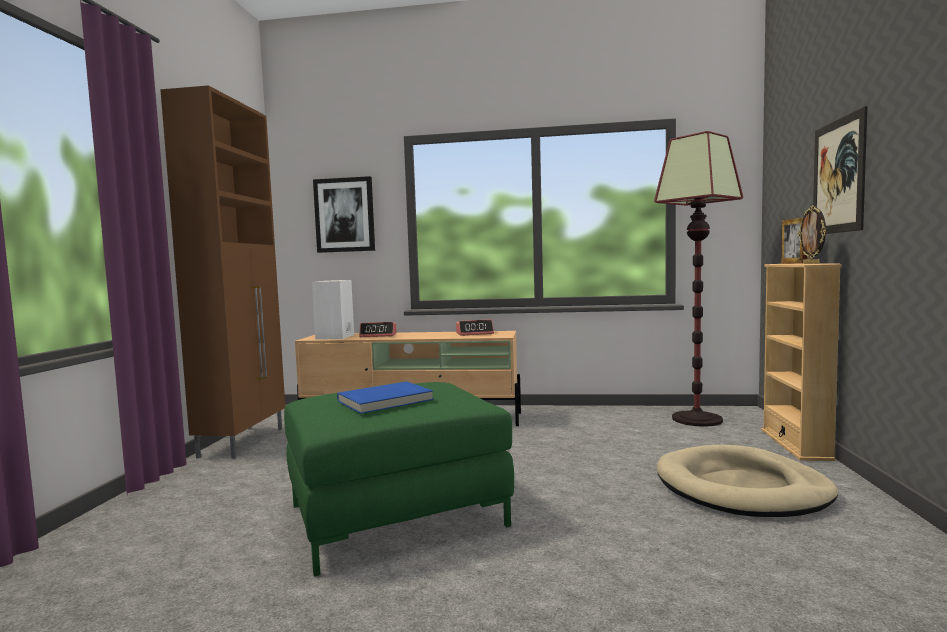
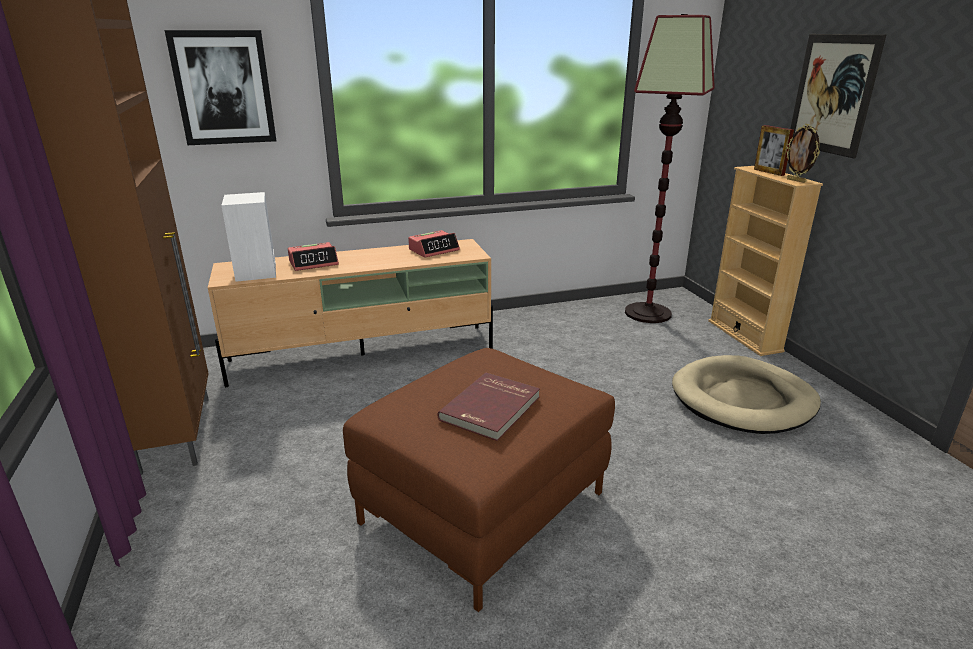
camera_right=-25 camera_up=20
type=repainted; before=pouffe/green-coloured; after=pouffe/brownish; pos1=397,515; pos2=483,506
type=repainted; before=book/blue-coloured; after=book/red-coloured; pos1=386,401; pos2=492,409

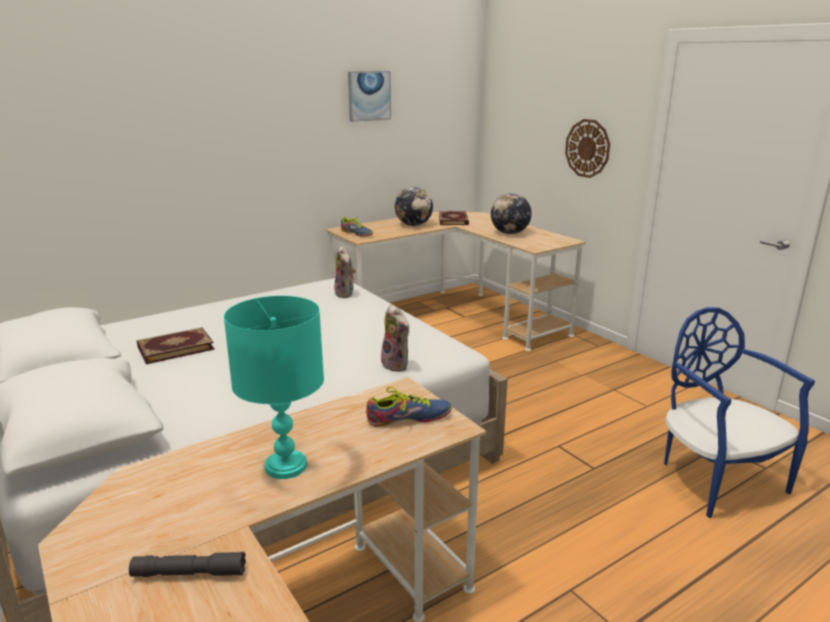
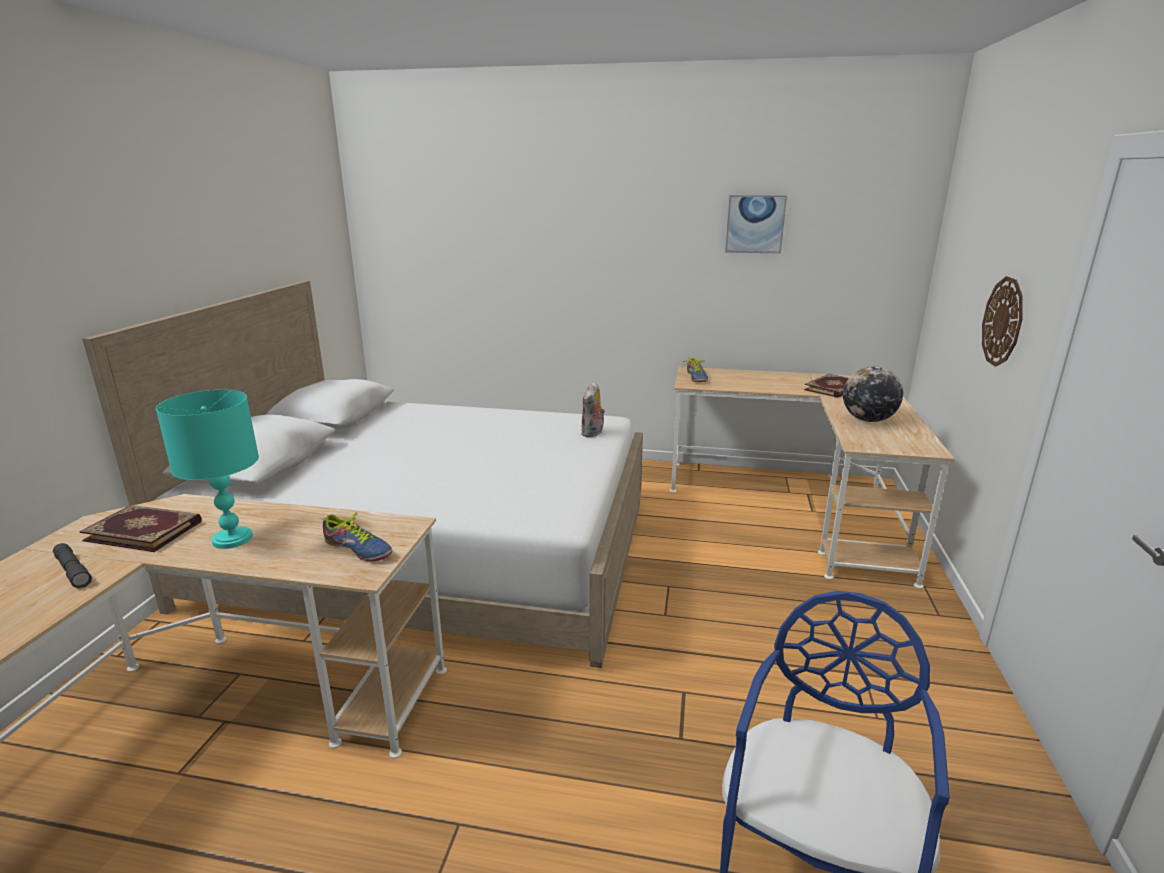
camera_right=45 camera_up=0
type=gone; before=soft toy; pos1=397,365
type=gone; before=desk globe; pos1=413,225
type=shifted; before=book; pos1=175,347; pos2=145,530

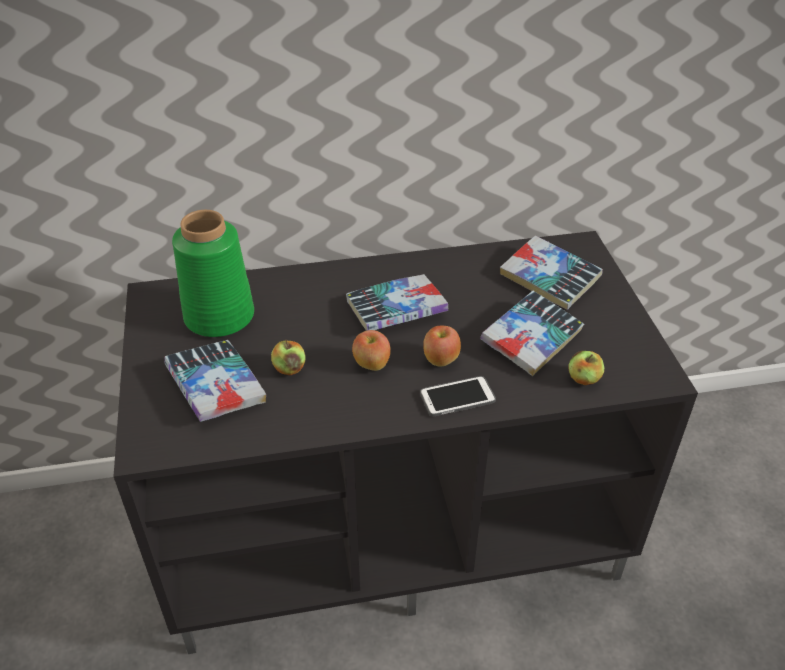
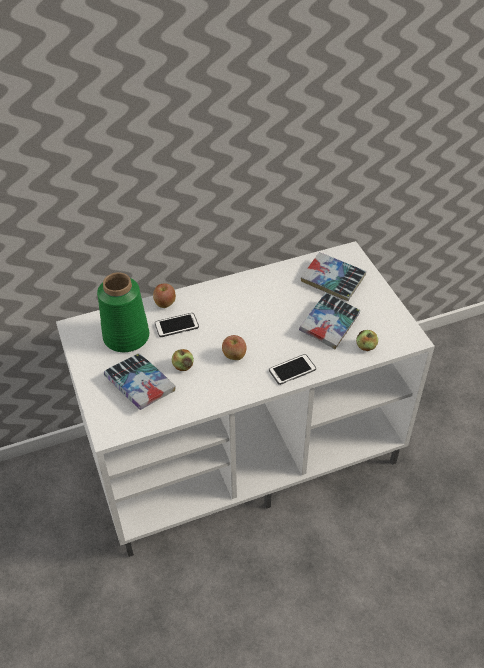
camera_right=-10 camera_up=5
type=gone; before=book; pos1=396,310
type=new; after=telephone; pos2=176,325
type=shifted; before=apple fruit; pos1=440,359; pos2=165,303
type=repainted; before=tv unit/black; after=tv unit/whitish; pos1=395,524; pos2=244,450

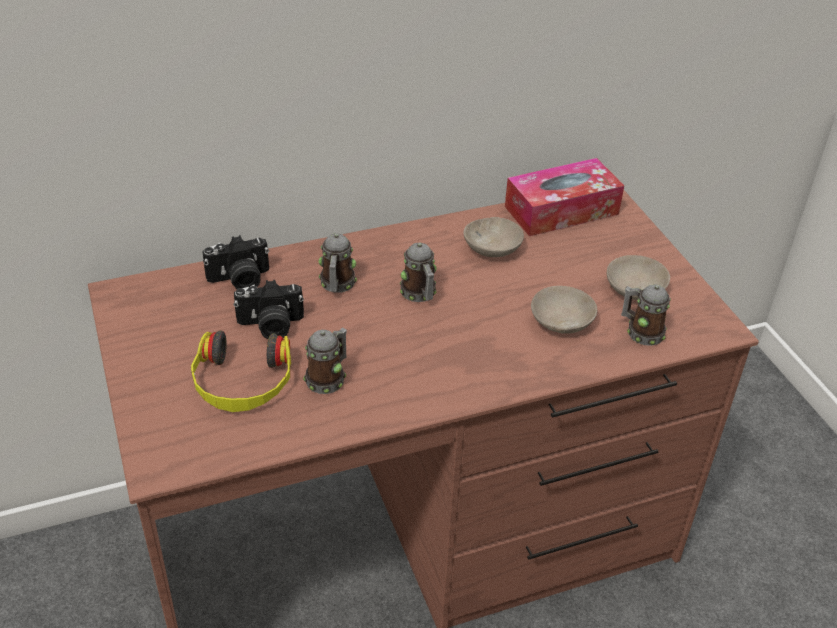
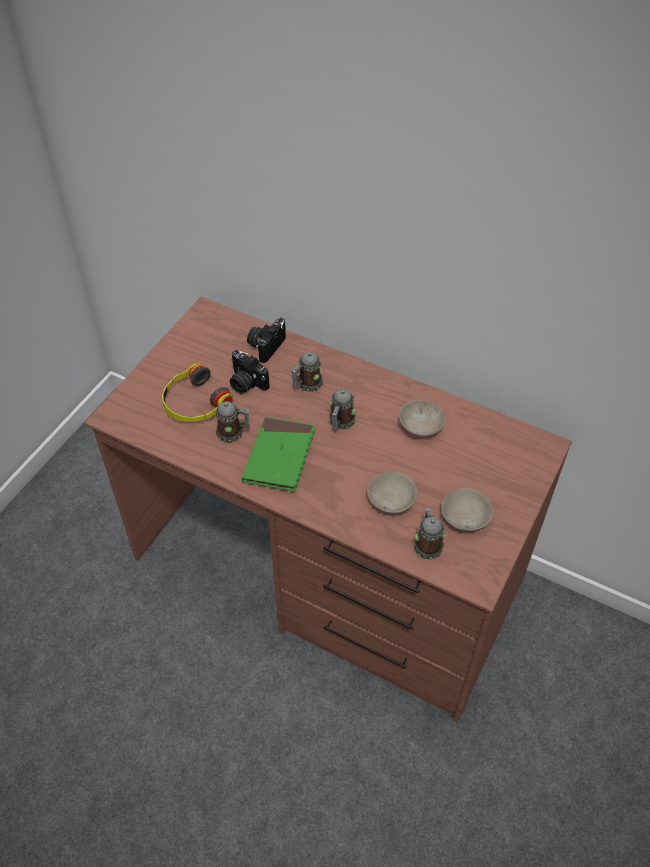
camera_right=50 camera_up=10
type=gone; before=box of tissues; pos1=561,210
type=new; after=book/green-coloured; pos2=279,456
type=rotated; before=photo camera; pos1=240,280; pos2=266,346; turn=90

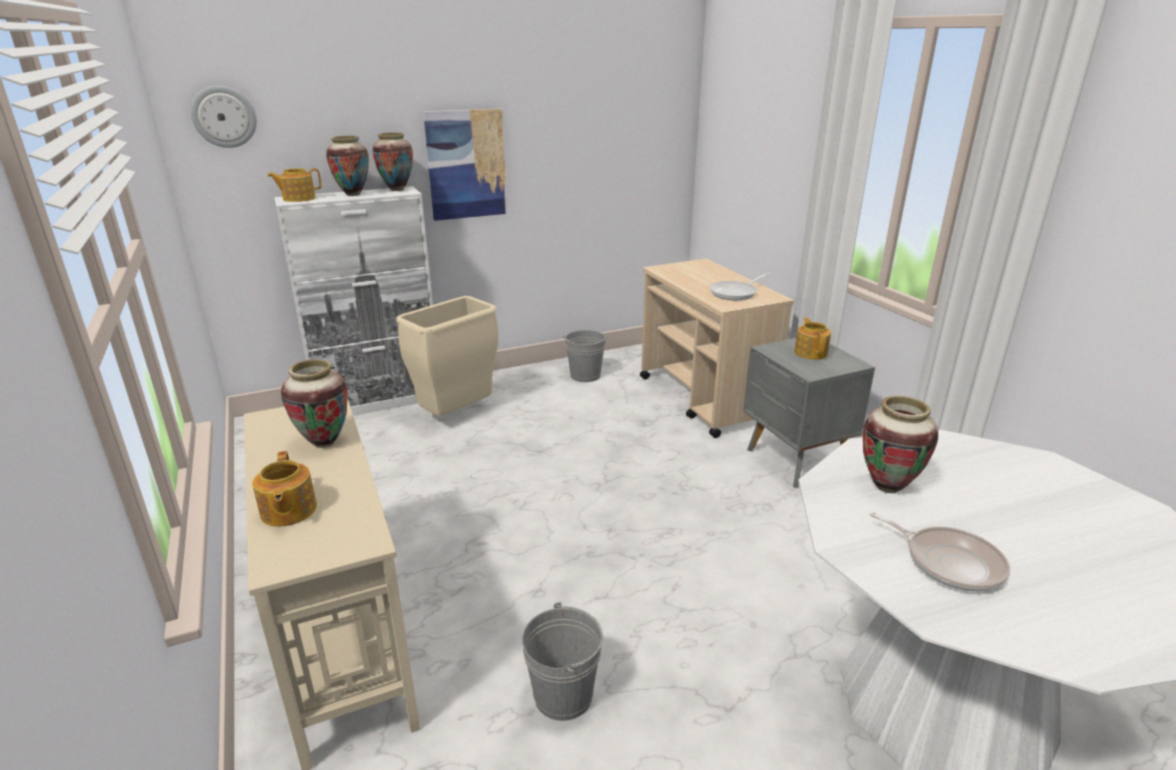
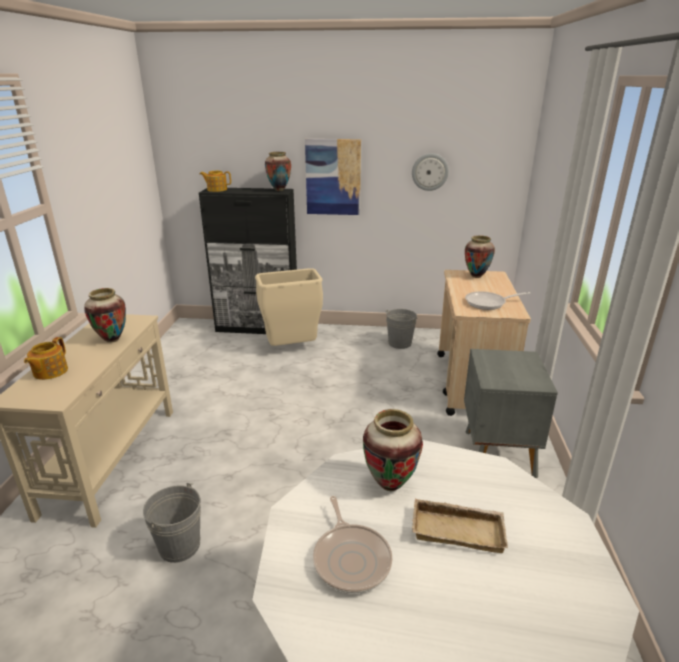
camera_right=30 camera_up=0
type=gone; before=tea pot; pos1=811,352
type=new; after=serving tray/beige; pos2=458,529
type=shifted; before=hanging clock; pos1=224,116; pos2=430,172
type=shifted; before=vase; pos1=353,194; pos2=476,276
type=repainted; before=cabinet/whitish; after=cabinet/black; pos1=380,402; pos2=258,328

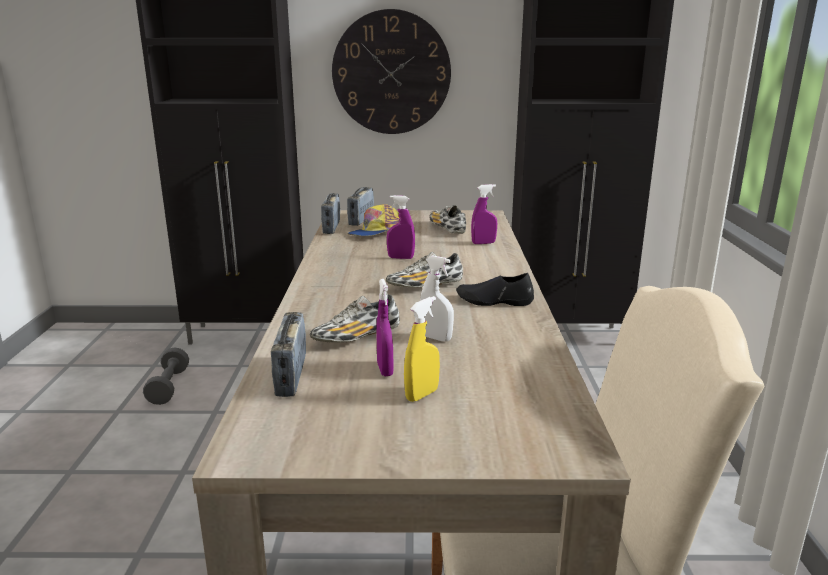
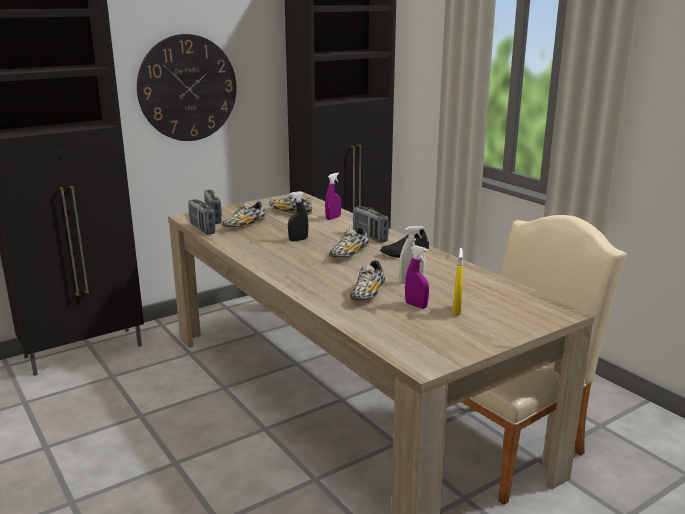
camera_right=-35 camera_up=0
type=gone; before=free weight/greyish; pos1=169,387
type=shifted; before=radio receiver; pos1=291,376; pos2=370,237
type=swapped; before=peaked cap; after=shoe; pos1=376,232; pos2=244,225
type=repainted; before=hand sprayer/purple; after=hand sprayer/black; pos1=400,258; pos2=298,240

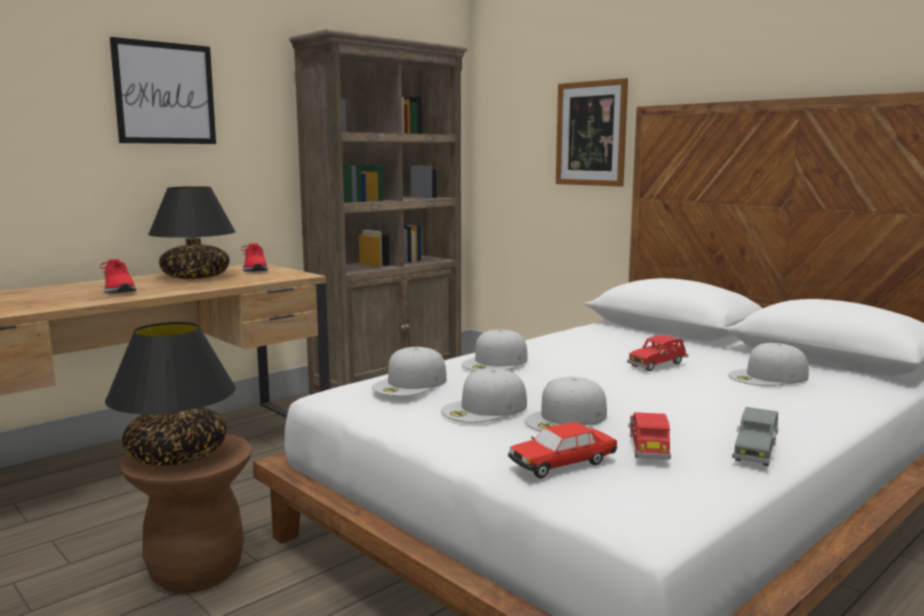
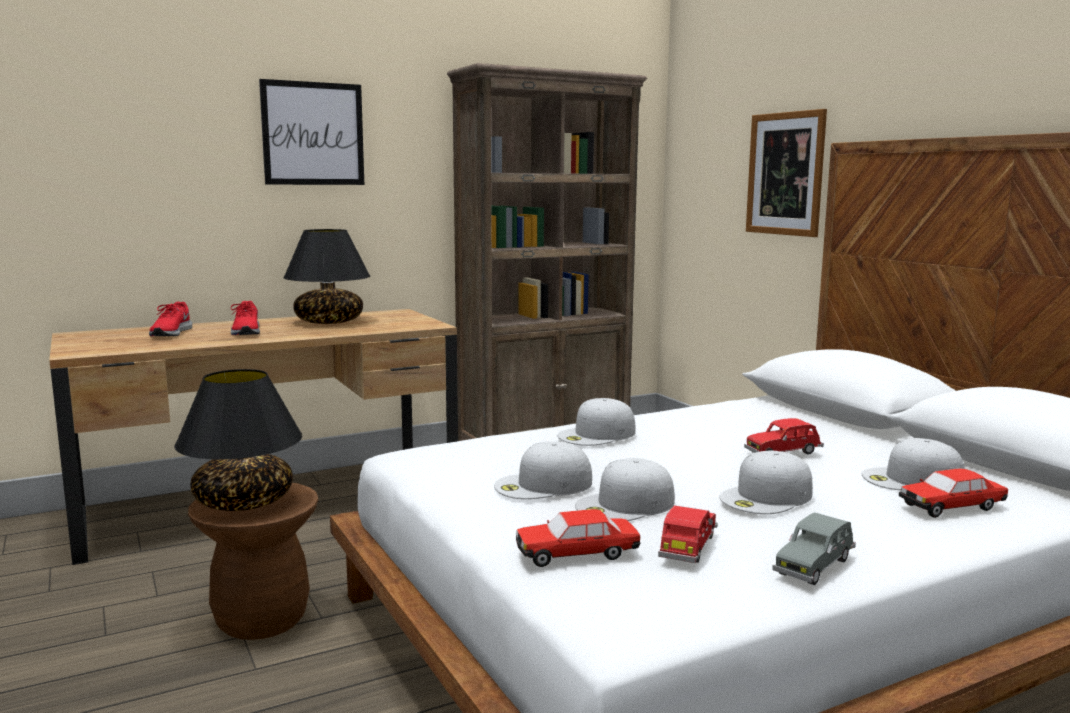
camera_right=15 camera_up=0
type=new; after=toy car; pos2=951,507
type=shifted; before=shoe/red-coloured; pos1=254,269; pos2=170,333
type=shifted; before=peaked cap/whitish; pos1=410,384; pos2=767,497

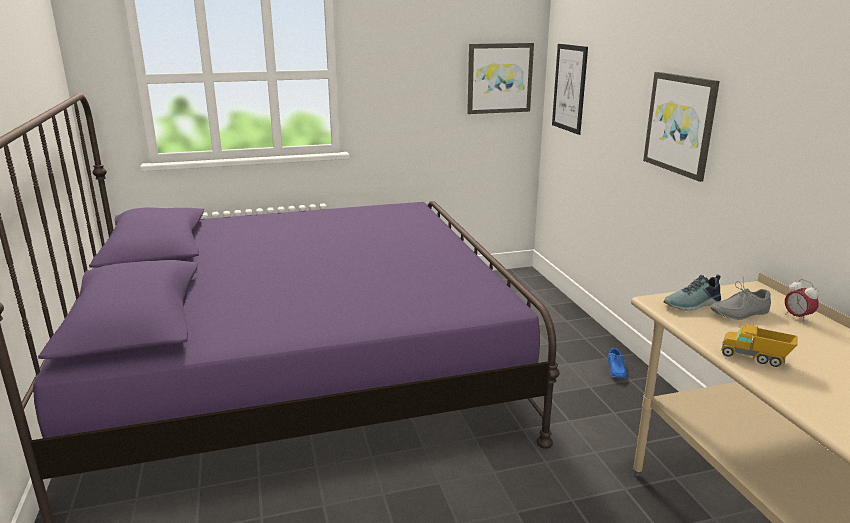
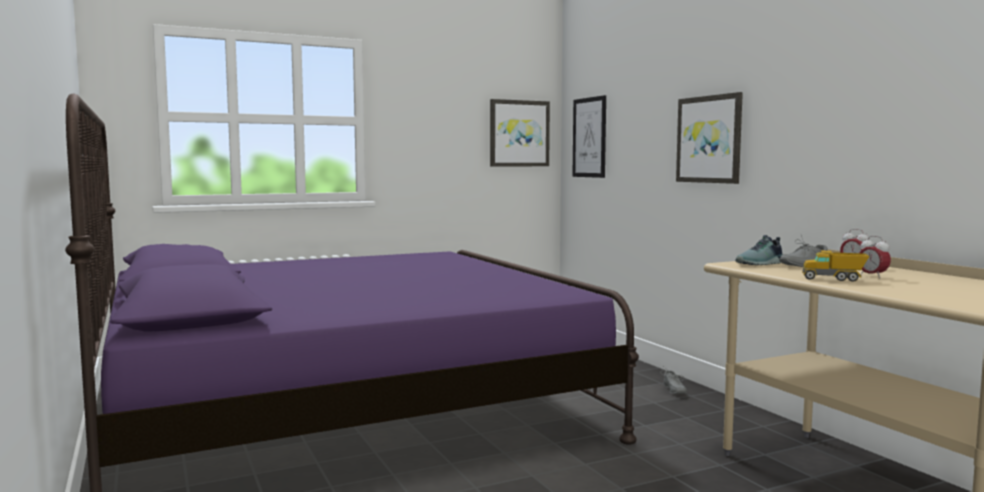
camera_right=-10 camera_up=-15
type=new; after=alarm clock; pos2=872,276
type=repainted; before=shoe/blue-coloured; after=shoe/greyish; pos1=614,370; pos2=673,390

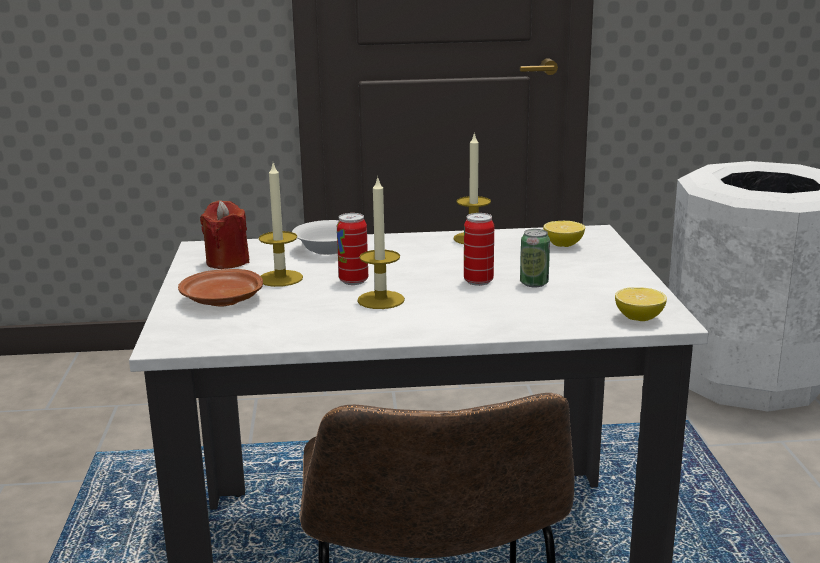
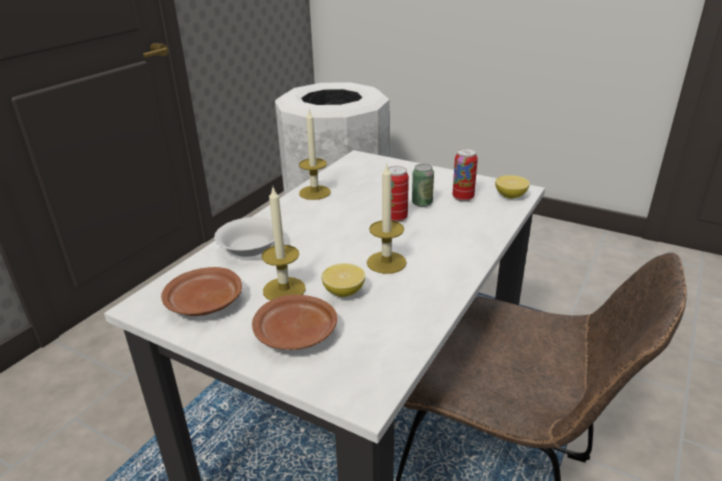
camera_right=-55 camera_up=10
type=shifted; before=can; pos1=353,281; pos2=463,198
type=shifted; before=whole lemon; pos1=563,245; pos2=344,292
type=swapped; before=candle/red-coloured; after=flat dish/brownish; pos1=227,262; pos2=204,303

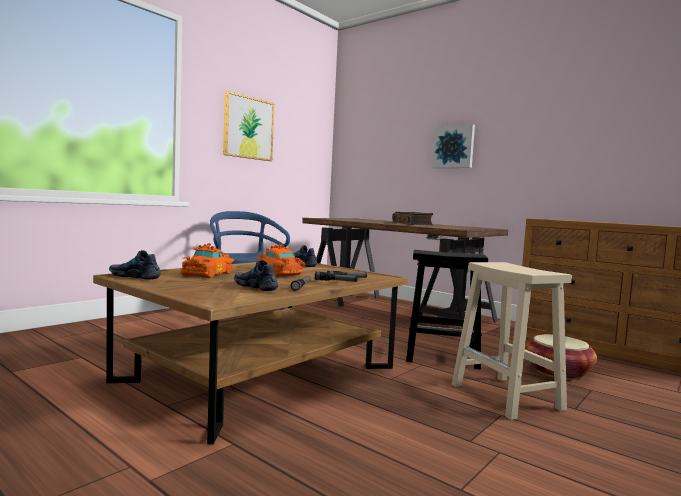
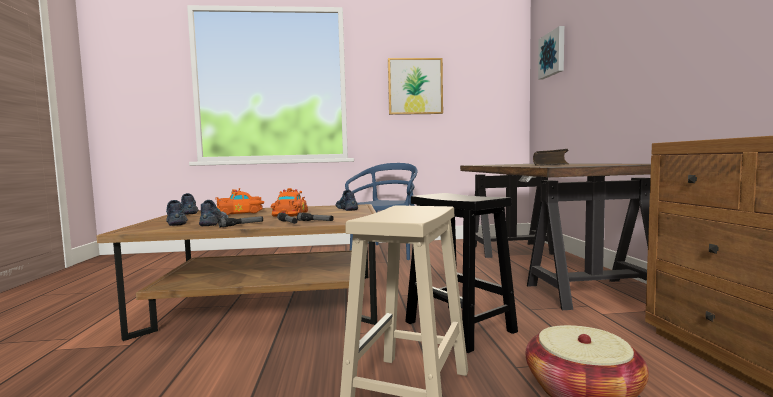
camera_right=45 camera_up=0
type=new; after=shoe; pos2=177,222
type=shifted; before=picture; pos1=454,147; pos2=553,54

